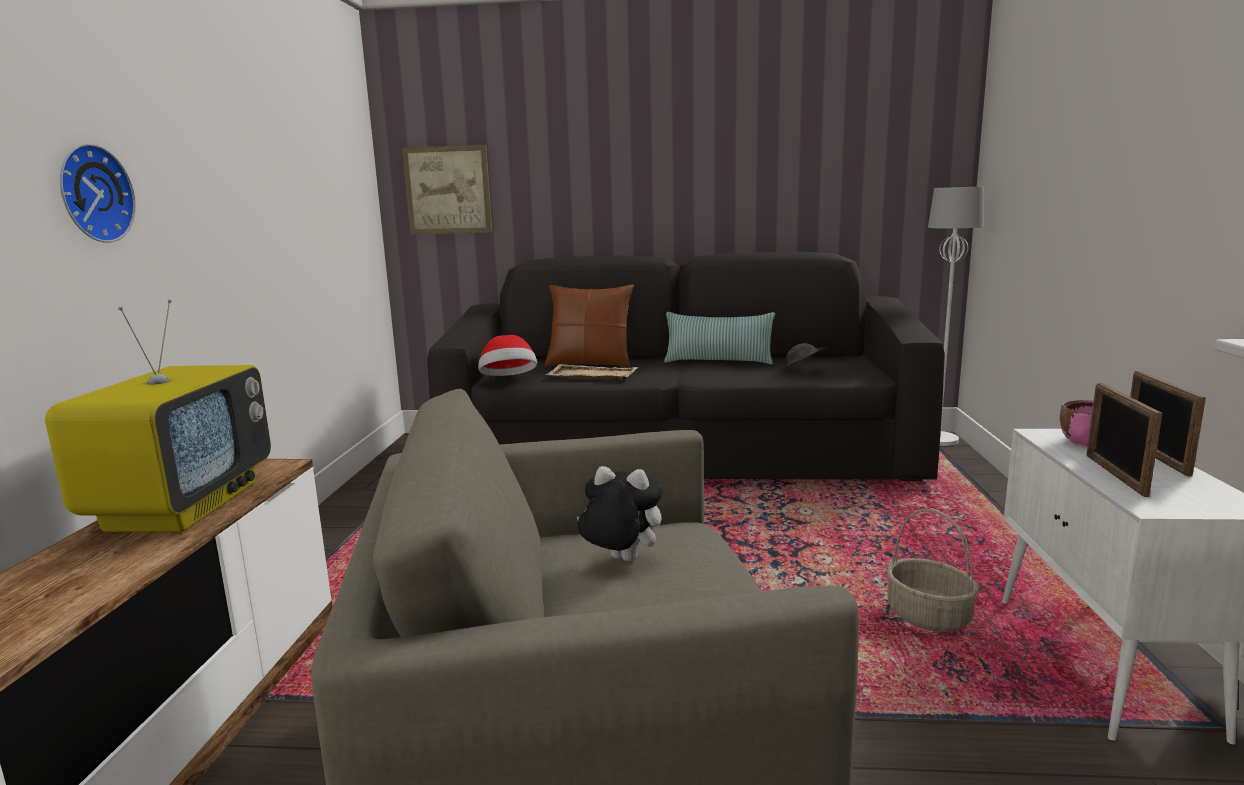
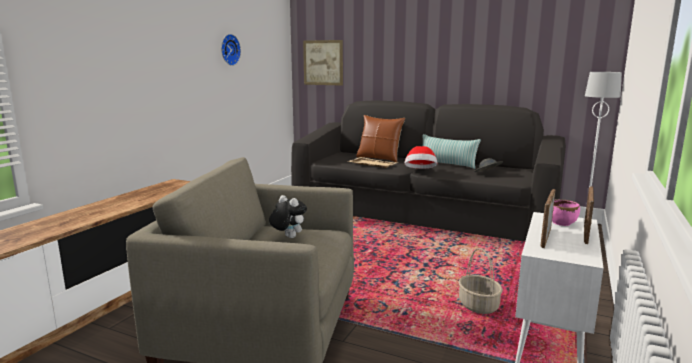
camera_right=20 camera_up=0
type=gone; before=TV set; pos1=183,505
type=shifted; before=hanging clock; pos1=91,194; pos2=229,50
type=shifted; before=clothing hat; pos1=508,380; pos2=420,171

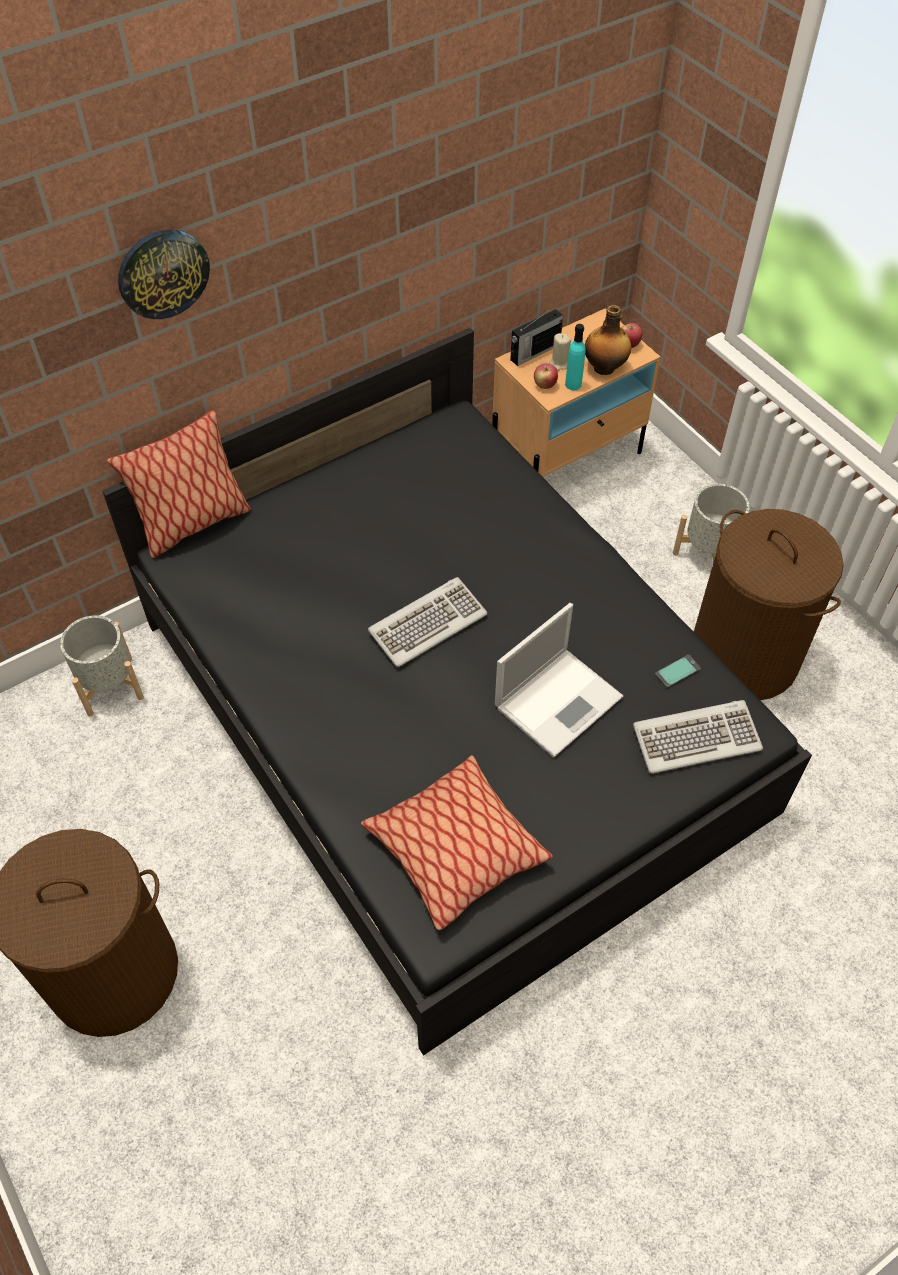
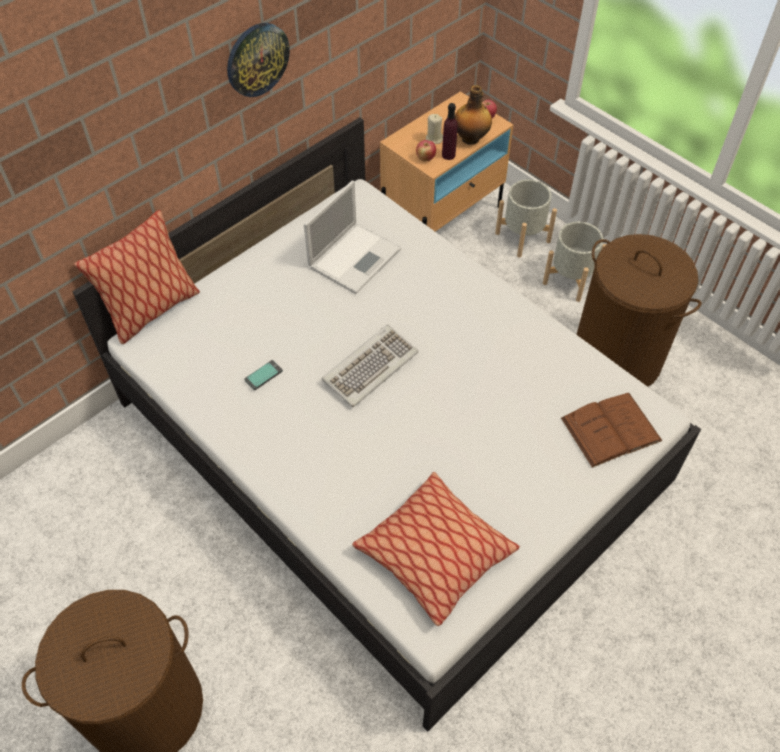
camera_right=-10 camera_up=0
type=gone; before=radio receiver; pos1=534,352
type=shifted; before=flower pot/greyish; pos1=110,685; pos2=522,237
type=shifted; before=hanging clock; pos1=163,273; pos2=257,59
type=shifted; before=laptop; pos1=559,700; pos2=355,257
type=shifted; before=telephone; pos1=677,672; pos2=263,375
type=swapped; before=keyboard; after=book/brownish; pos1=696,738; pos2=611,429
type=repainted; before=bed/black; after=bed/whitish; pos1=448,715; pos2=389,441
type=repainted; before=drink bottle/blue-green; after=drink bottle/purple; pos1=573,384; pos2=448,155

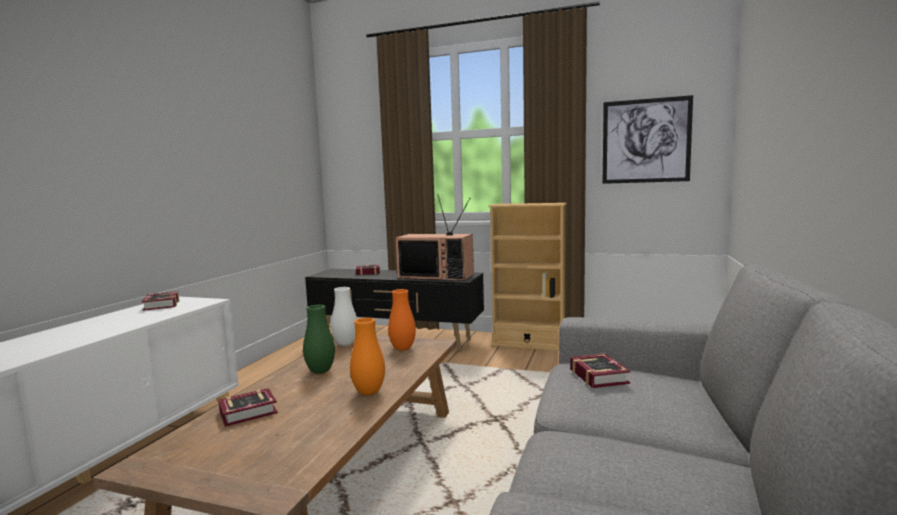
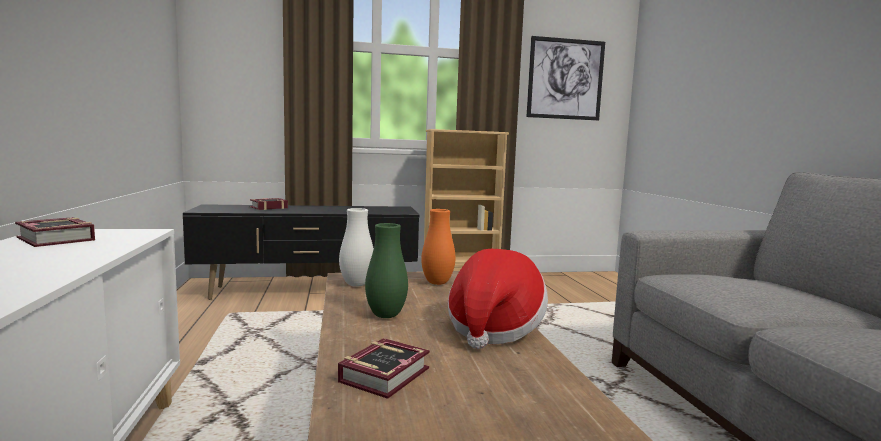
camera_right=-30 camera_up=0
type=gone; before=TV set; pos1=437,276
type=gone; before=book; pos1=599,375
type=swapped; before=vase/orange; after=clothing hat; pos1=369,392; pos2=494,328

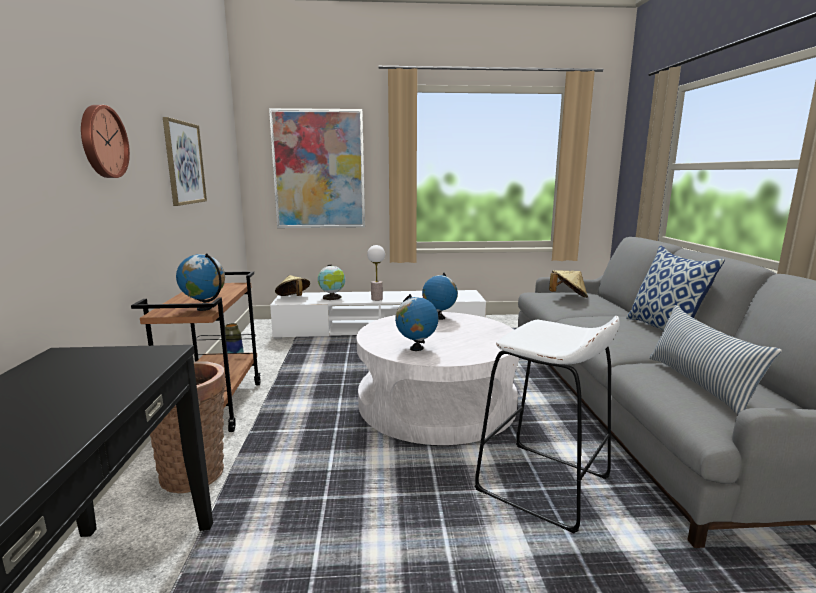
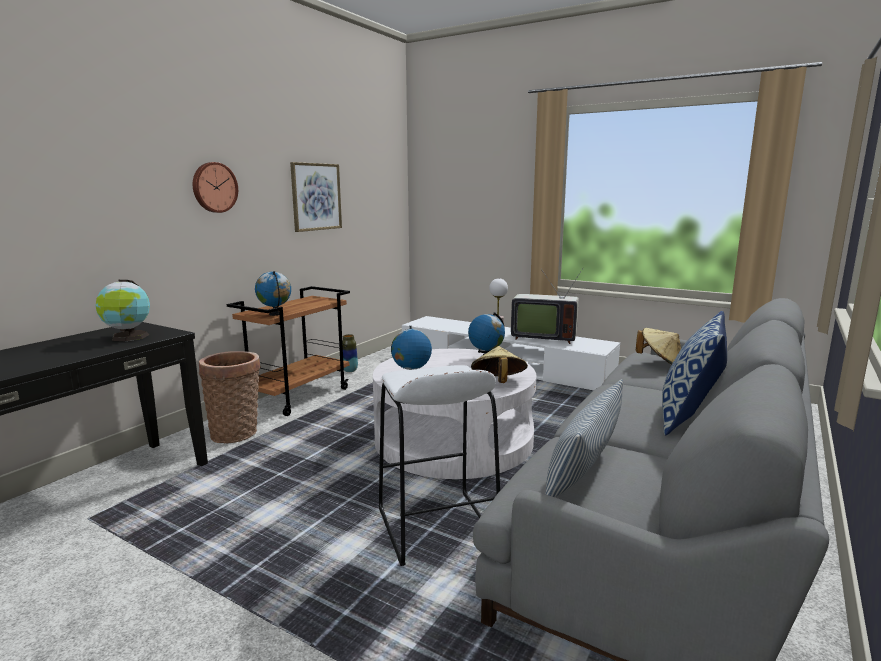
camera_right=35 camera_up=0
type=gone; before=picture; pos1=319,170
type=new; after=TV set; pos2=543,337
type=shifted; before=clothing hat/beige; pos1=293,298; pos2=498,383
type=shifted; before=desk globe; pos1=332,297; pos2=128,337

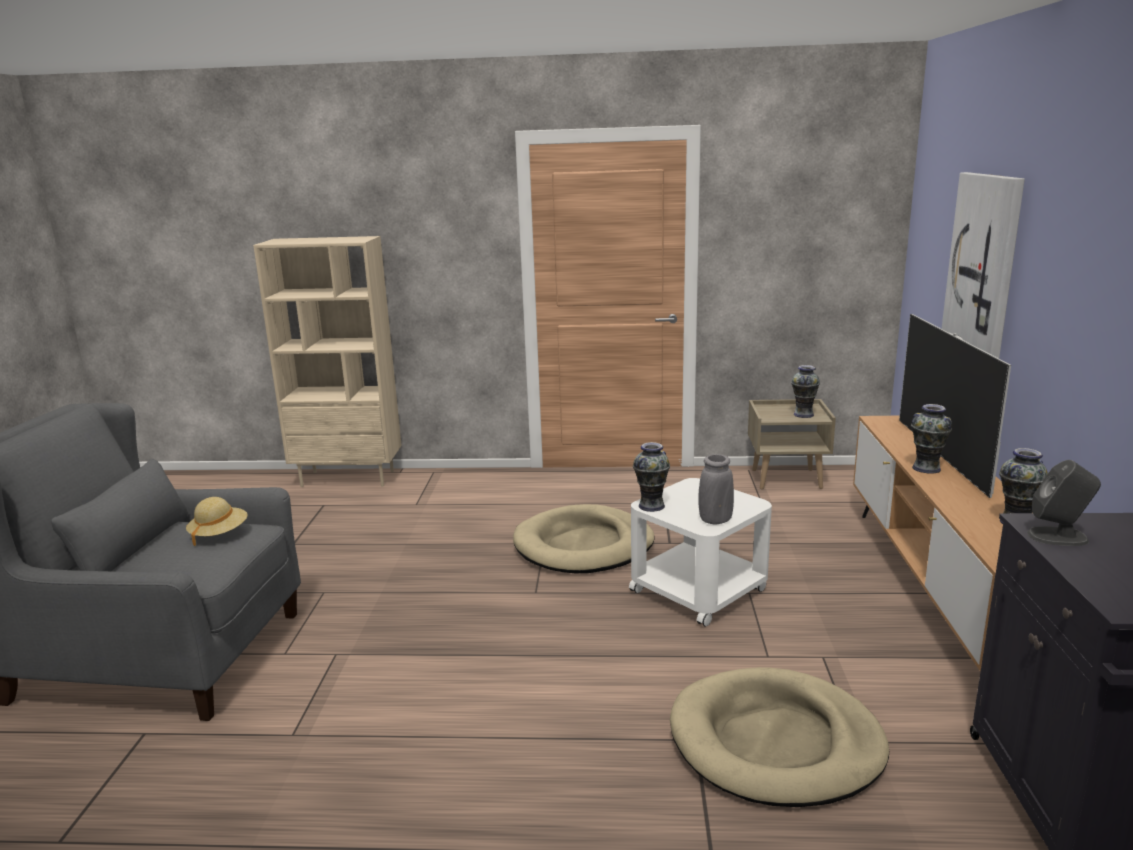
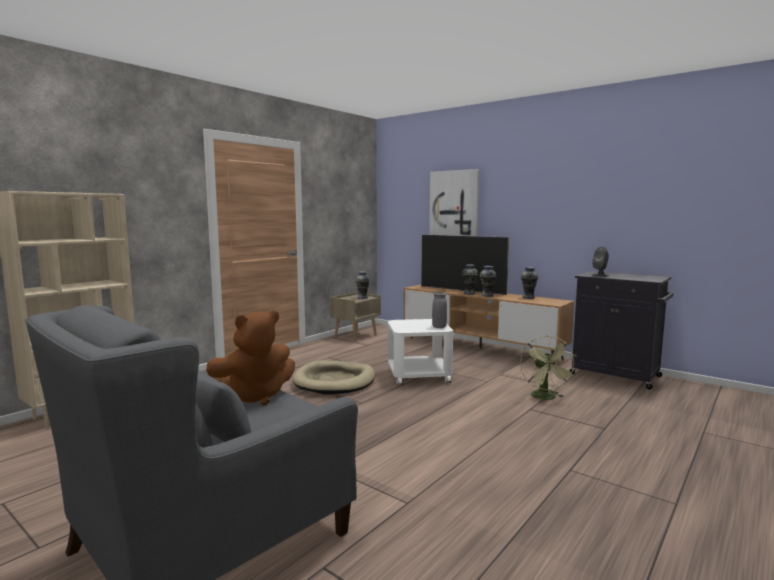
camera_right=-55 camera_up=-10
type=shifted; before=vase; pos1=651,506; pos2=487,295
type=swapped; before=clothing hat/beige; after=soft toy/brownish; pos1=219,534; pos2=254,397
type=swapped; before=dog cushion/beige; after=fan/green-coloured; pos1=775,743; pos2=546,398

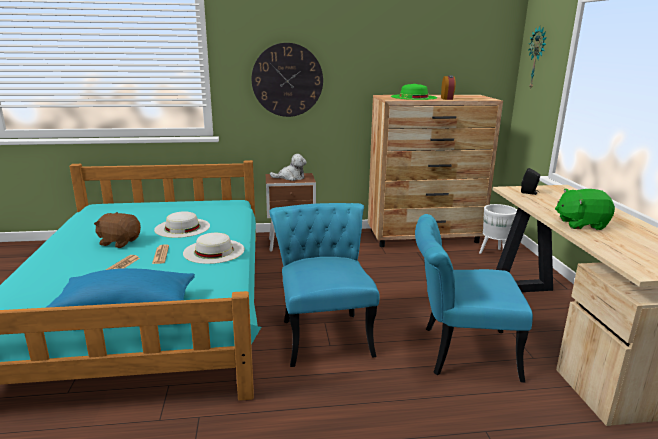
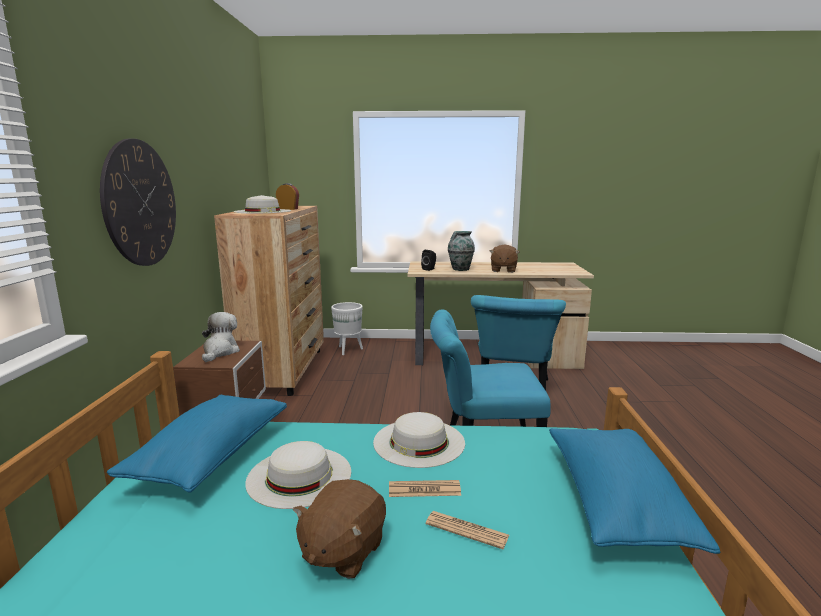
camera_right=-80 camera_up=-5
type=gone; before=hanging clock; pos1=537,58
type=new; after=throw pillow/blue-coloured; pos2=210,456
type=new; after=vase; pos2=460,269
type=repainted; before=clothing hat/green-coloured; after=clothing hat/whitish; pos1=413,97; pos2=263,211
type=repainted; before=soft toy/green-coloured; after=soft toy/brownish; pos1=581,224; pos2=503,270

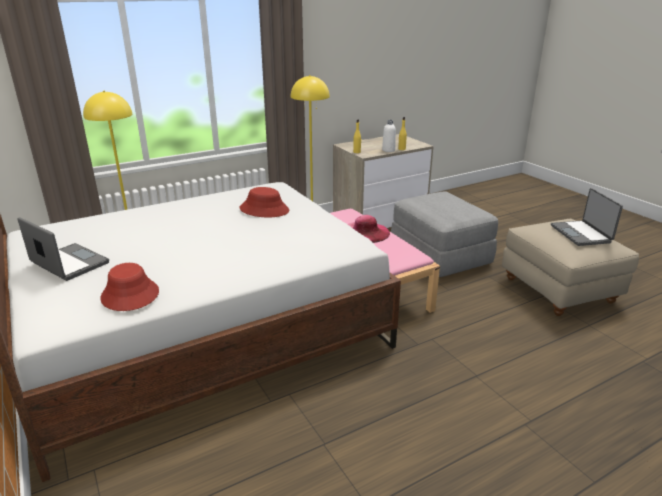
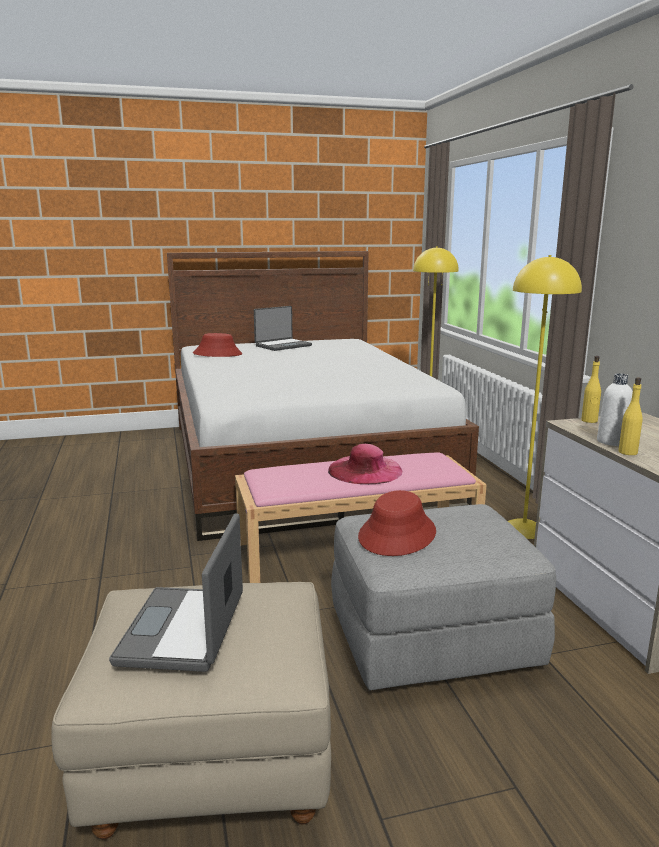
camera_right=105 camera_up=-10
type=shifted; before=clothing hat/red-coloured; pos1=264,210; pos2=397,534
type=rotated; before=laptop; pos1=581,234; pos2=185,630; turn=-90

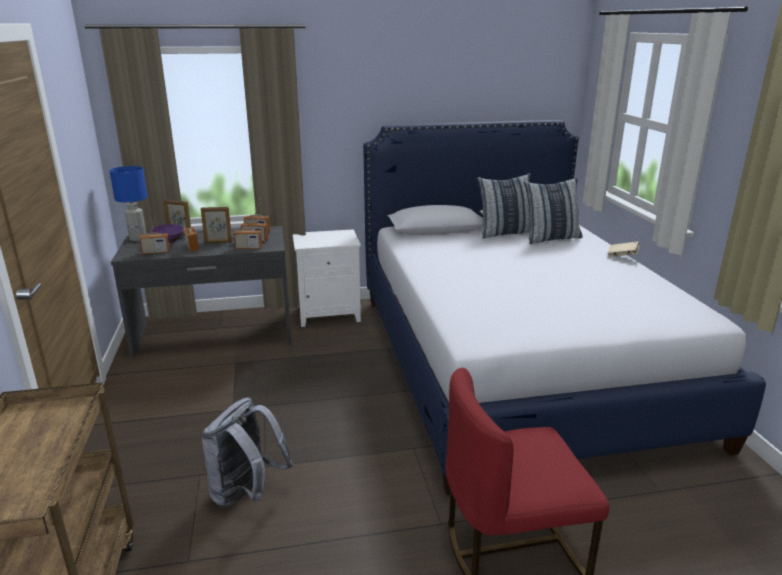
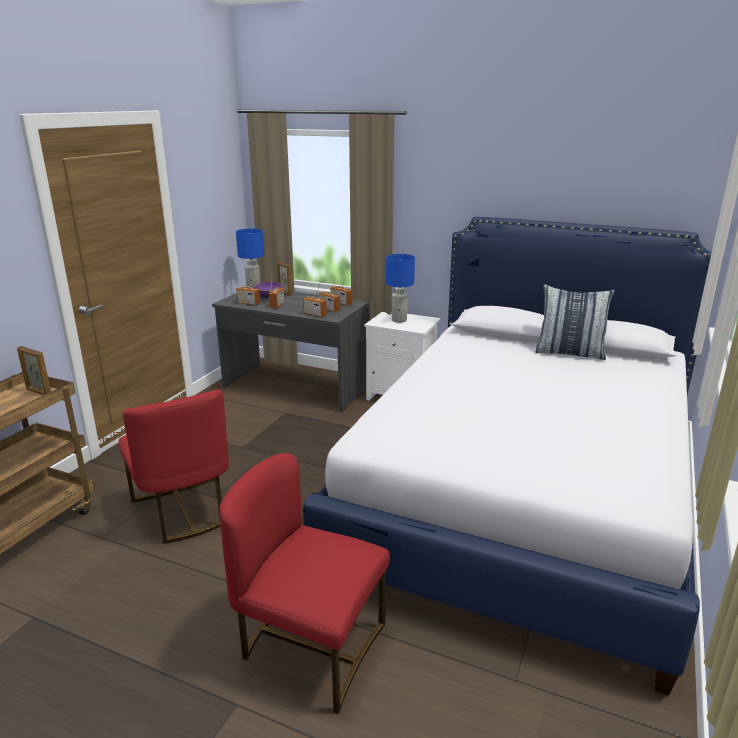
camera_right=35 camera_up=0
type=gone; before=throw pillow; pos1=551,238
type=gone; before=book/beige; pos1=622,256
type=new; after=tabletop lamp/blue-coloured; pos2=399,320
type=shifted; before=standing frame; pos1=218,242; pos2=38,392
type=swapped; before=rucksack/greyish; after=plain chair/red-coloured; pos1=247,494; pos2=183,511

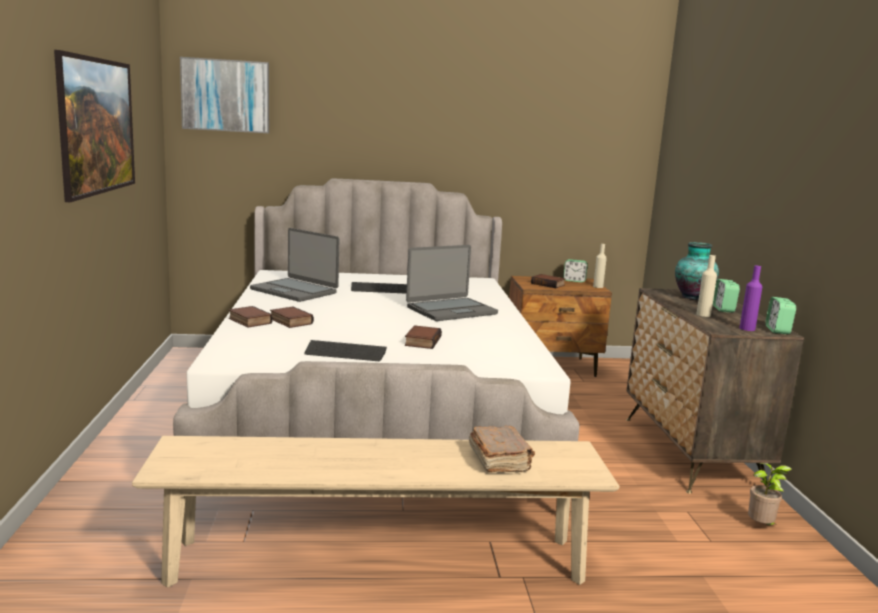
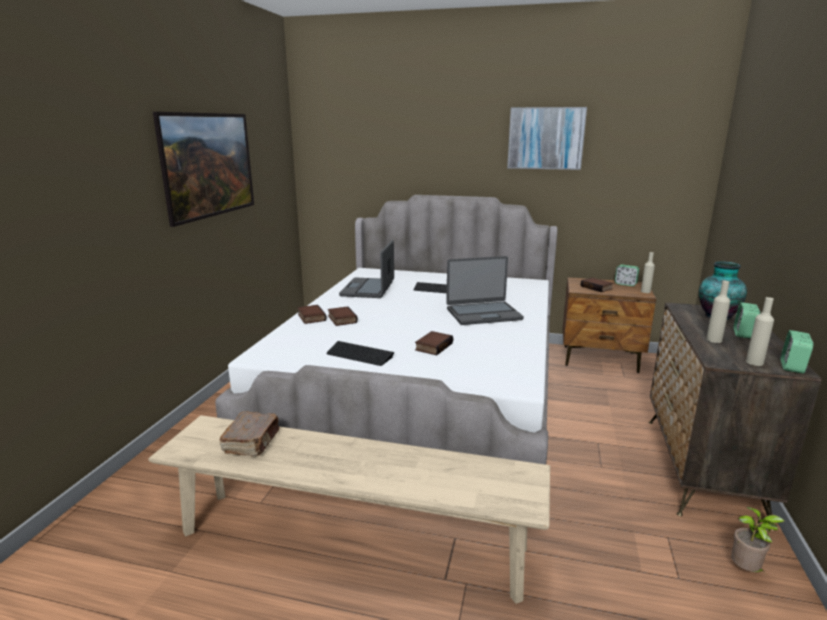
camera_right=20 camera_up=5
type=shifted; before=picture; pos1=225,95; pos2=545,138
type=shifted; before=book/brownish; pos1=499,460; pos2=252,442
type=repainted; before=drink bottle/purple; after=drink bottle/beige; pos1=747,329; pos2=754,362
type=rotated; before=laptop; pos1=294,291; pos2=368,289; turn=45

